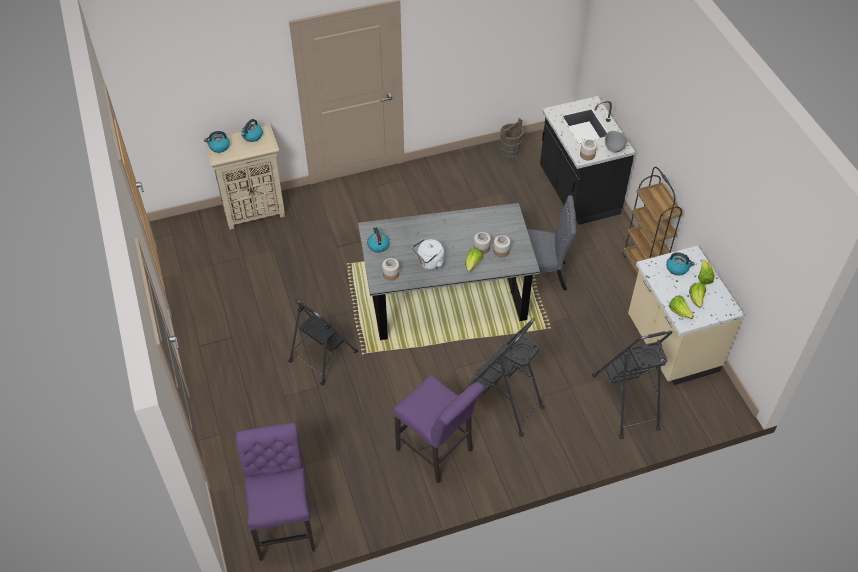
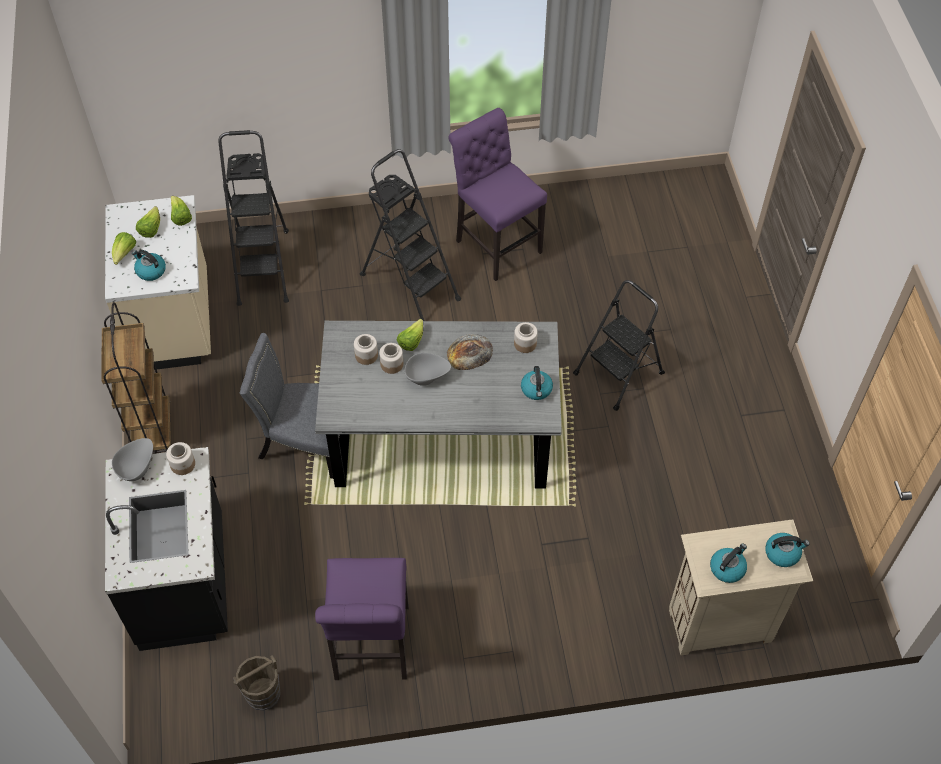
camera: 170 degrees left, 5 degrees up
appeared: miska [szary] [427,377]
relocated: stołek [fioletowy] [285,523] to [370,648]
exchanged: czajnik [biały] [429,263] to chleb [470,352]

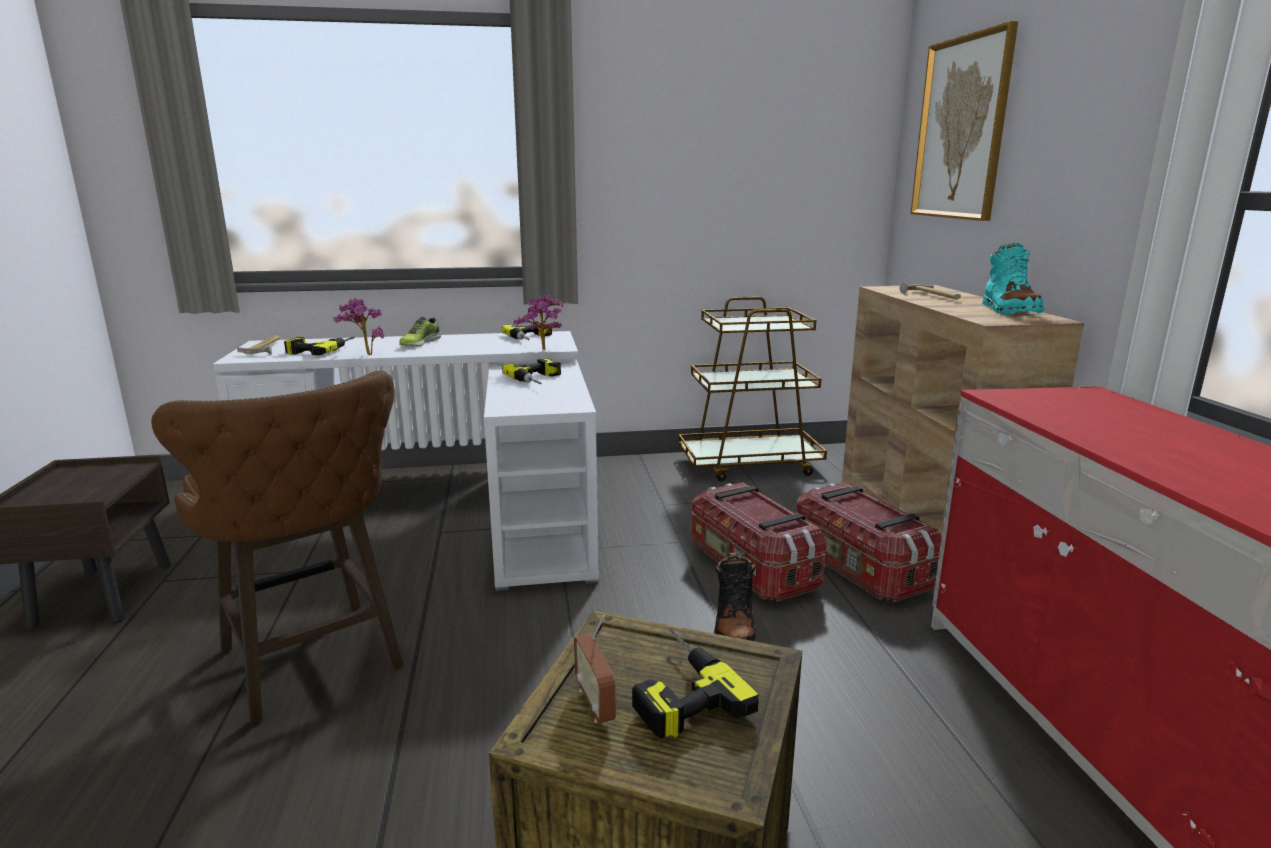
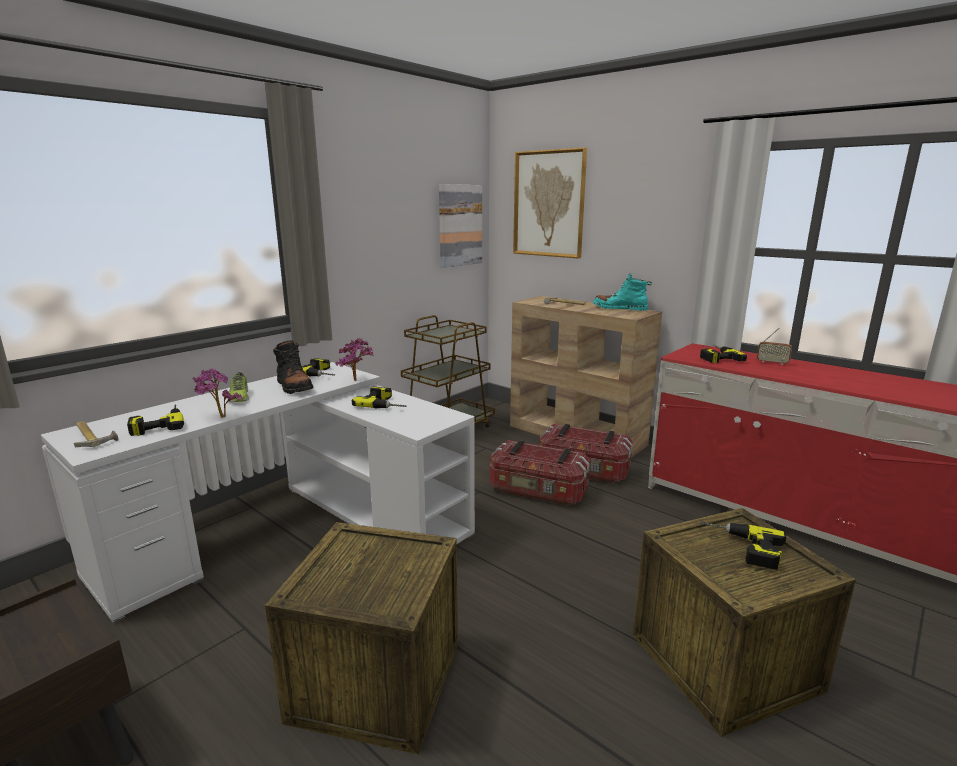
camera: 40 degrees left, 0 degrees up
appeared: obraz [459,225]; wiertarka [715,356]
relocated: but z cholewką [czarny] [734,630] to [294,387]; radio [595,703] to [772,363]
exchanged: stołek [brązowy] [313,663] to skrzynka [377,680]
spun: but z cholewką [turkusowy] [1009,311] = [620,309] 150 degrees clockwise

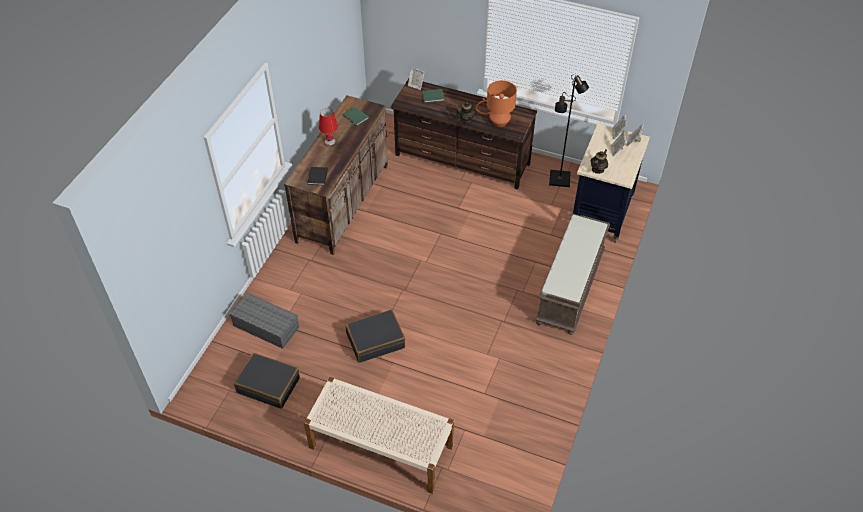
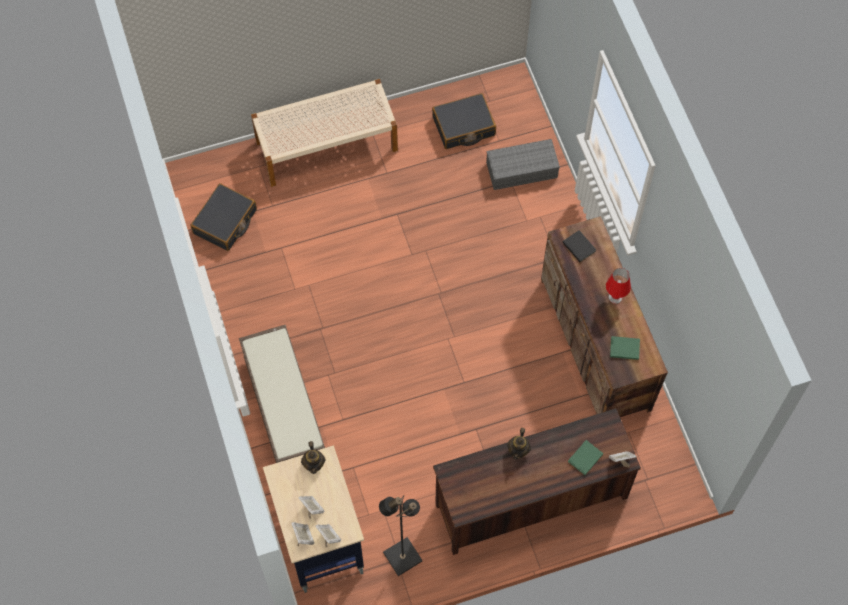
camera: 140 degrees right, 15 degrees up
missing: lampa stołowa [pomarańczowy] [494,116]
relocated: walizka [czarny] [375,340] to [225,222]

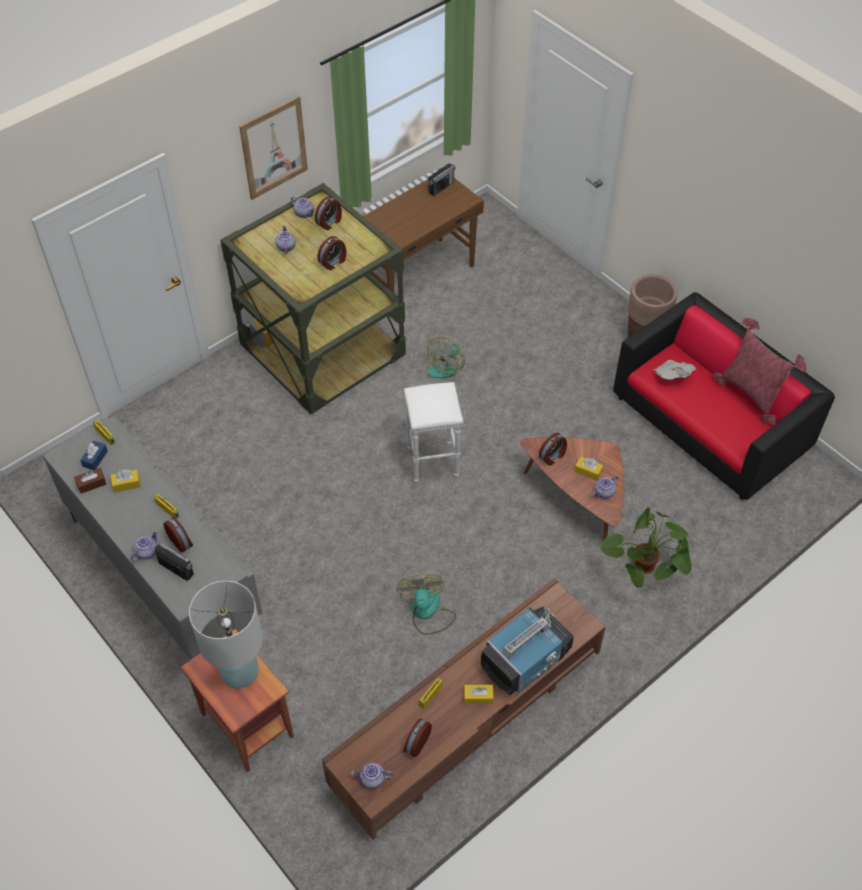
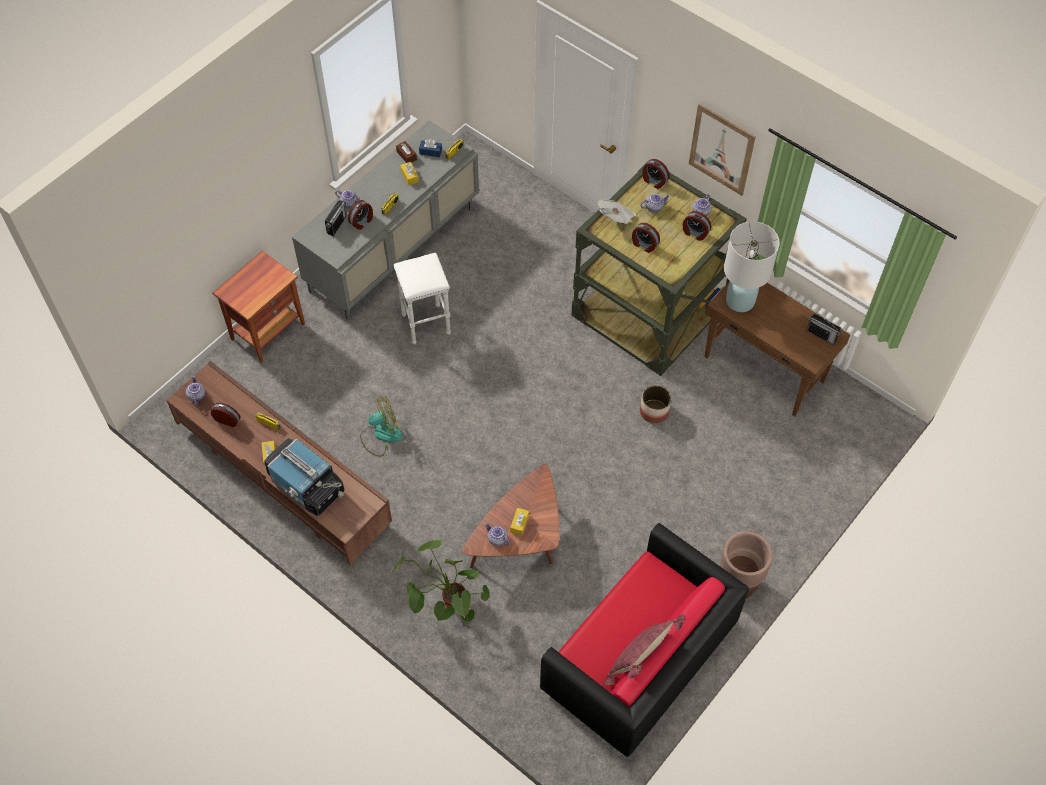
camera: 80 degrees right, 5 degrees up
relocated: stołek [biały] [433,461] to [427,324]; gazeta [672,376] to [616,218]; budzik [552,456] to [654,181]; lampa stołowa [biały] [239,672] to [740,301]
exchanged: wentylator [447,366] to donica [654,411]

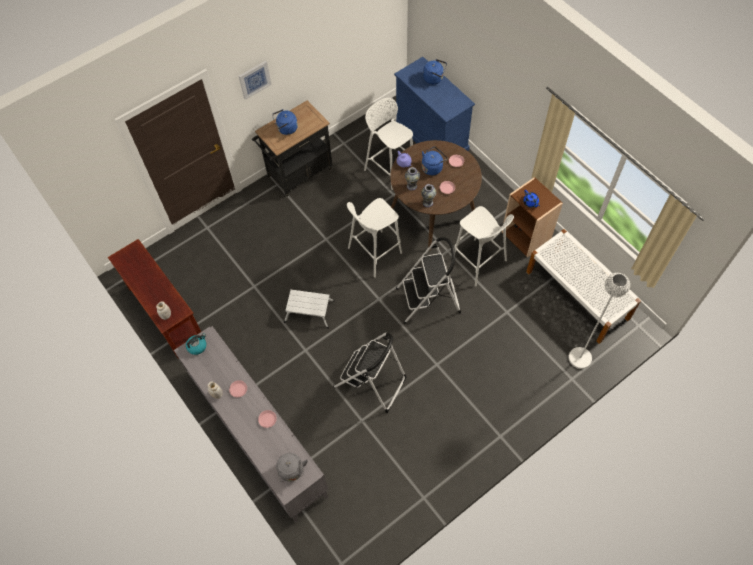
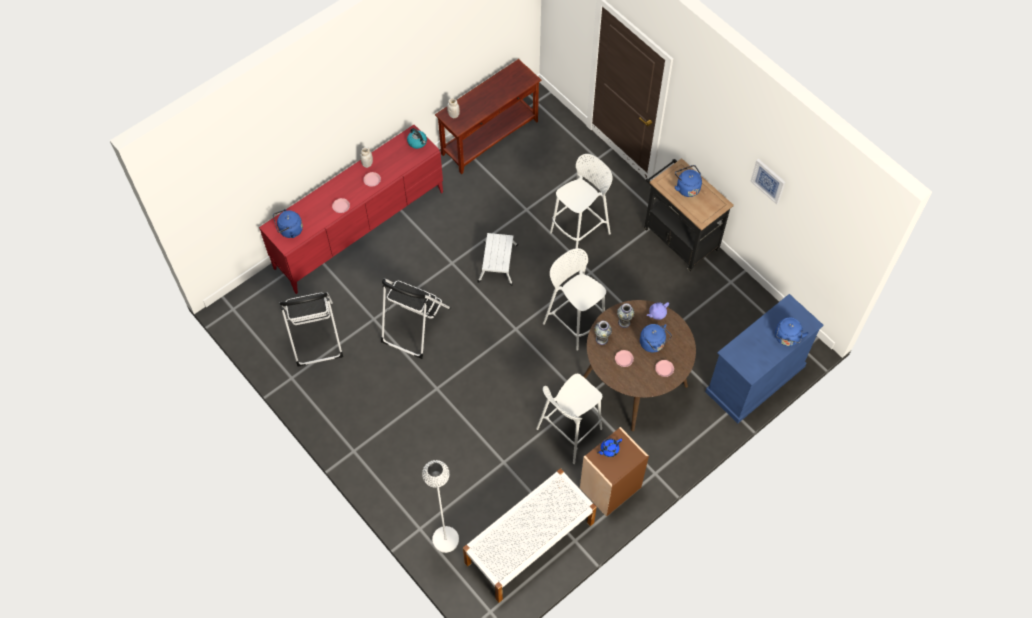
camera: 85 degrees right, 0 degrees up
relocated: drabinka [430,300] to [315,336]; stołek [biały] [390,169] to [579,230]; obraz [254,79] to [768,181]
colour: szafka [szary] [257,435] to szafka [czerwony] [360,229]; czajnik [szary] [292,471] to czajnik [niebieski] [289,230]

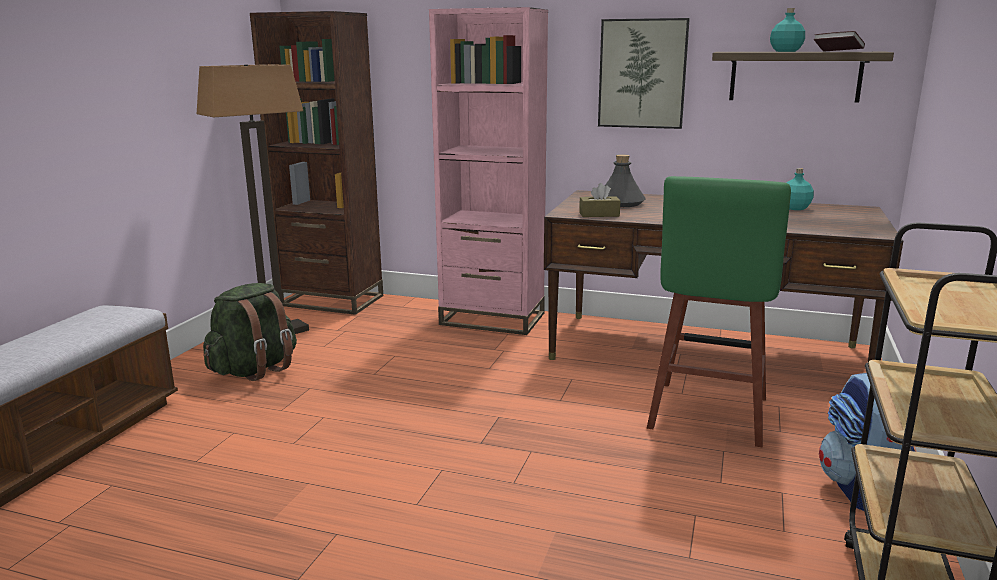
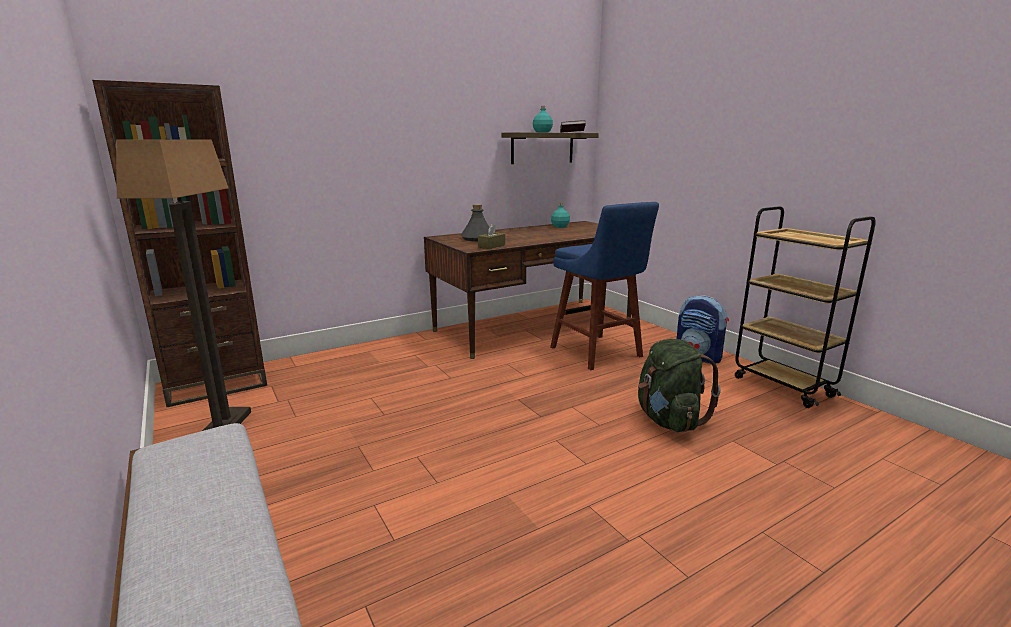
camera: 50 degrees left, 0 degrees up
missing: regał [różowy] [492,319]; obraz [642,74]
relocated: plecak [zielony] [255,369] to [668,420]
colour: stołek [zielony] [707,414] to stołek [niebieski] [596,353]

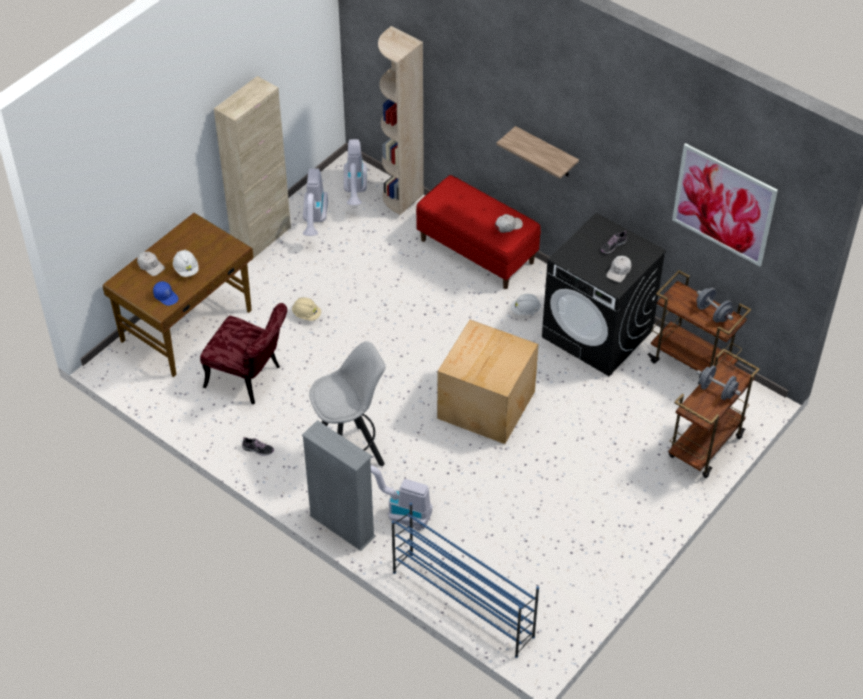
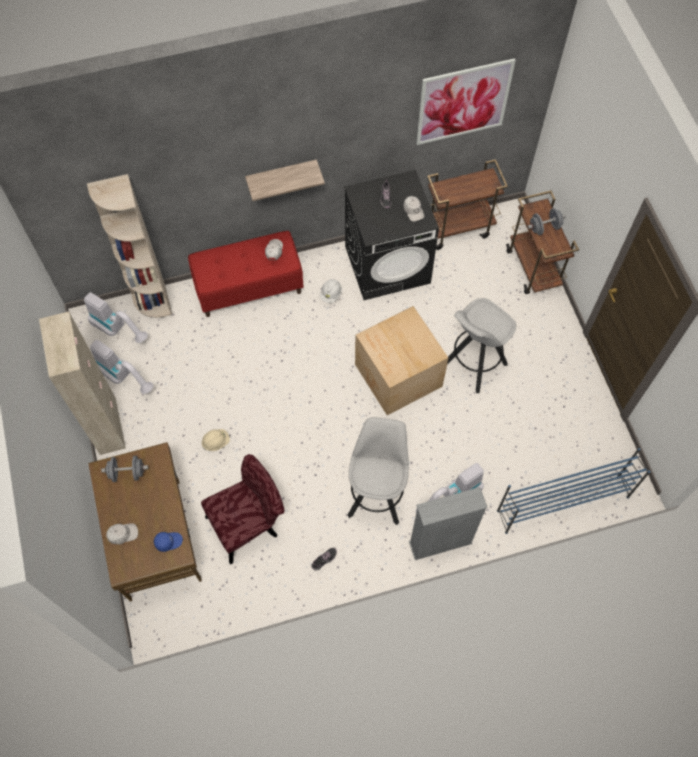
camera: 55 degrees left, 15 degrees up
missing: kask [biały] [186,269]
appeared: stołek [szary] [473,365]
relocated: hantel [szary] [713,313] to [127,473]

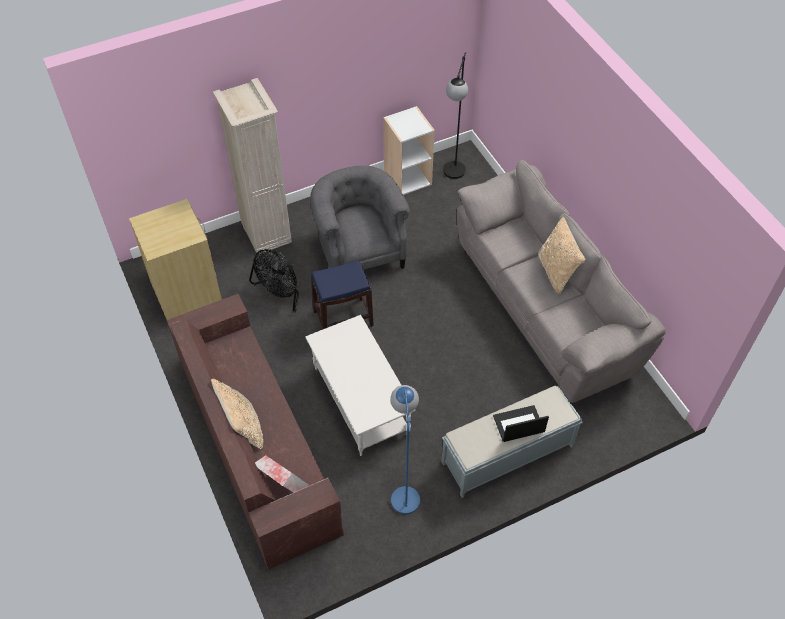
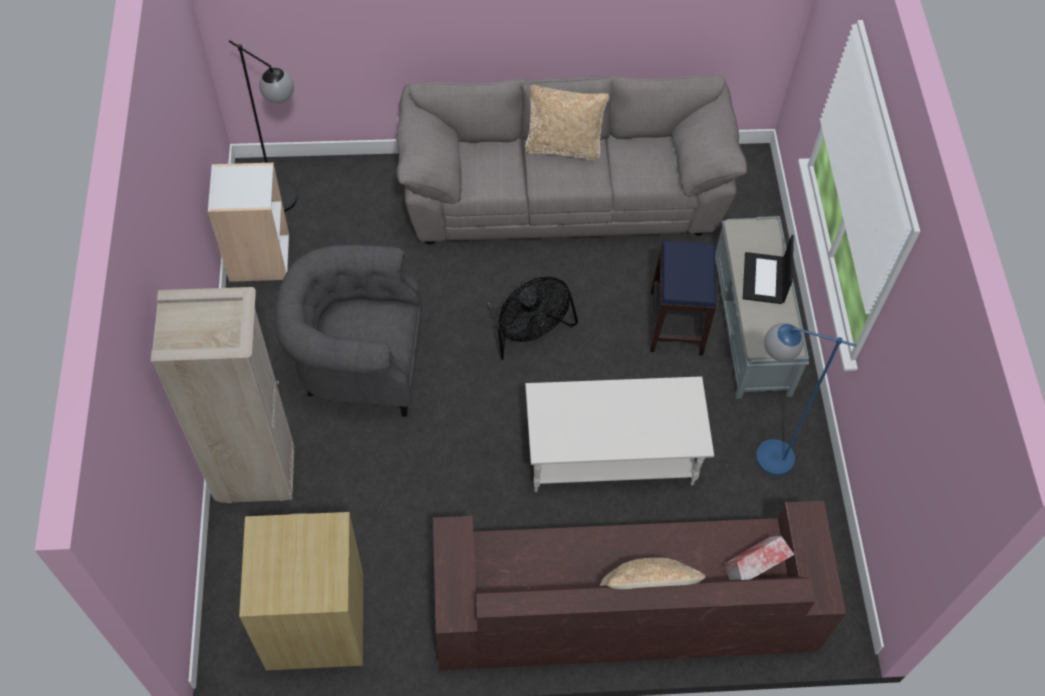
camera: 70 degrees left, 5 degrees up
relocated: wentylator [czarny] [280,290] to [526,331]; stołek [343,319] to [676,323]

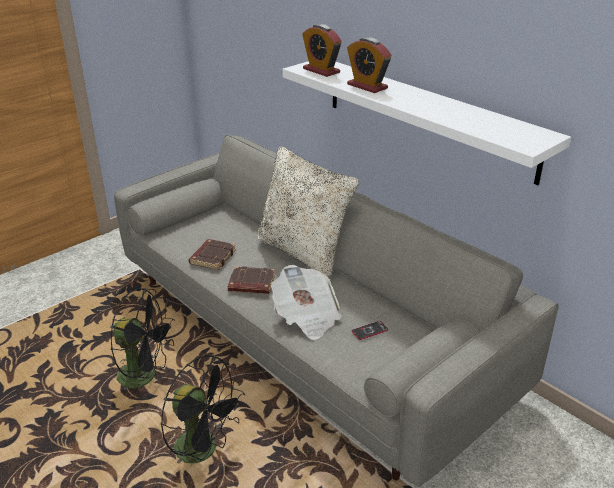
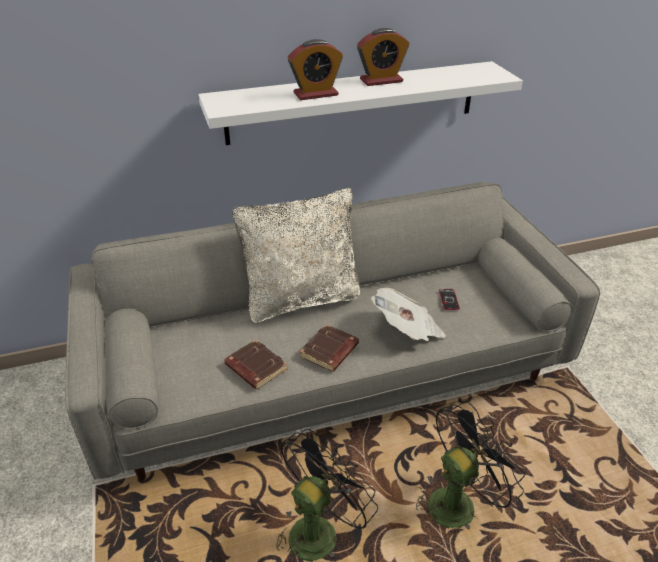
camera: 65 degrees left, 5 degrees up
relocated: budzik [321,70] to [381,80]

